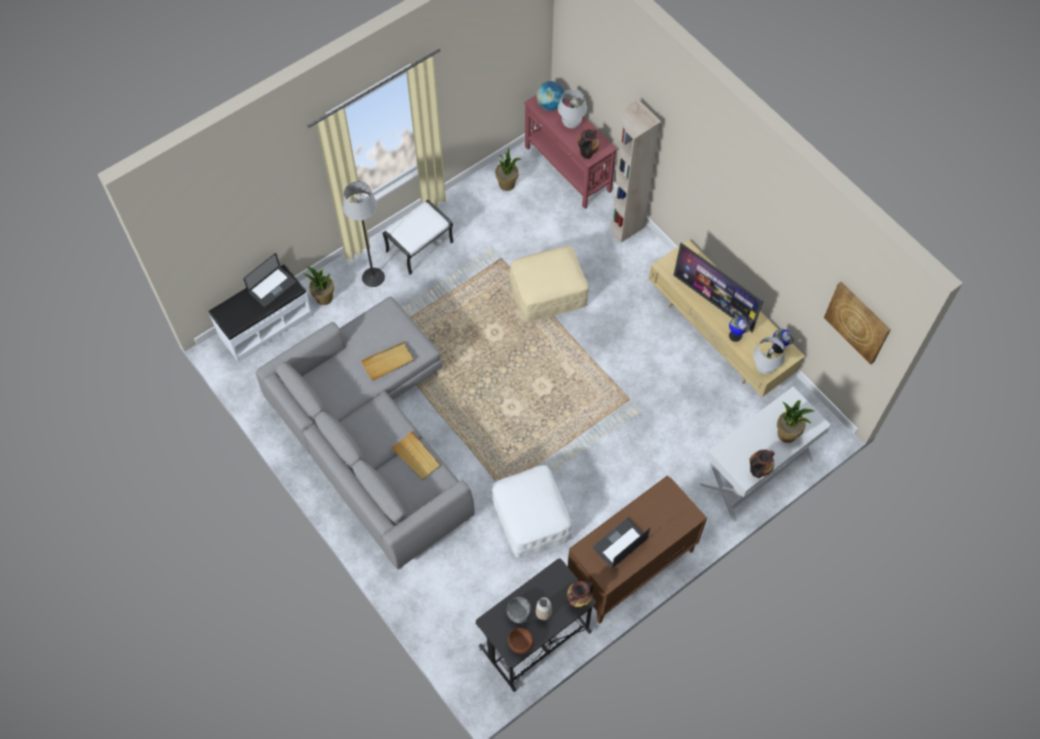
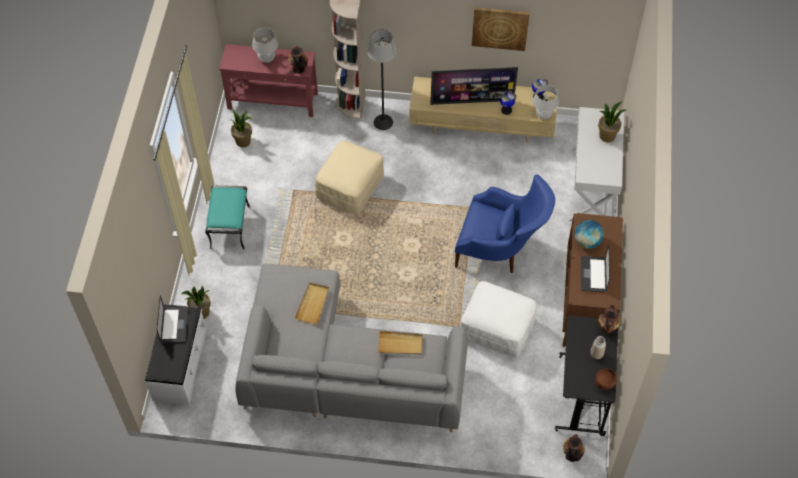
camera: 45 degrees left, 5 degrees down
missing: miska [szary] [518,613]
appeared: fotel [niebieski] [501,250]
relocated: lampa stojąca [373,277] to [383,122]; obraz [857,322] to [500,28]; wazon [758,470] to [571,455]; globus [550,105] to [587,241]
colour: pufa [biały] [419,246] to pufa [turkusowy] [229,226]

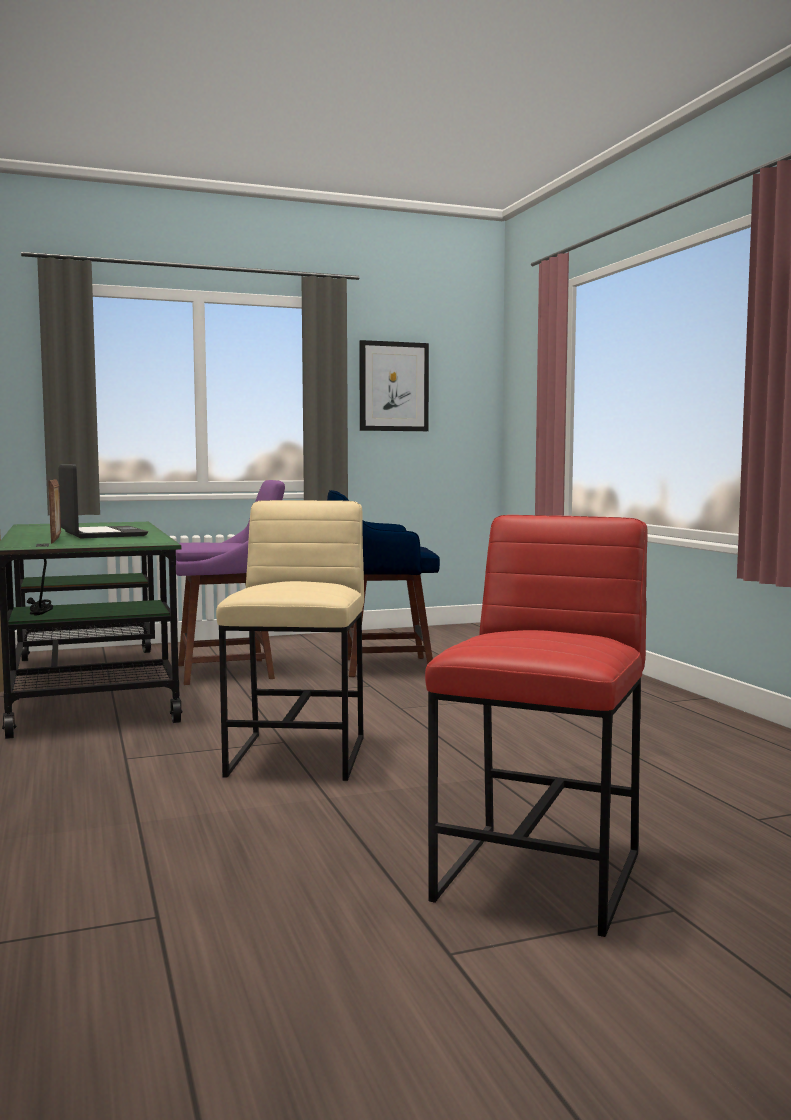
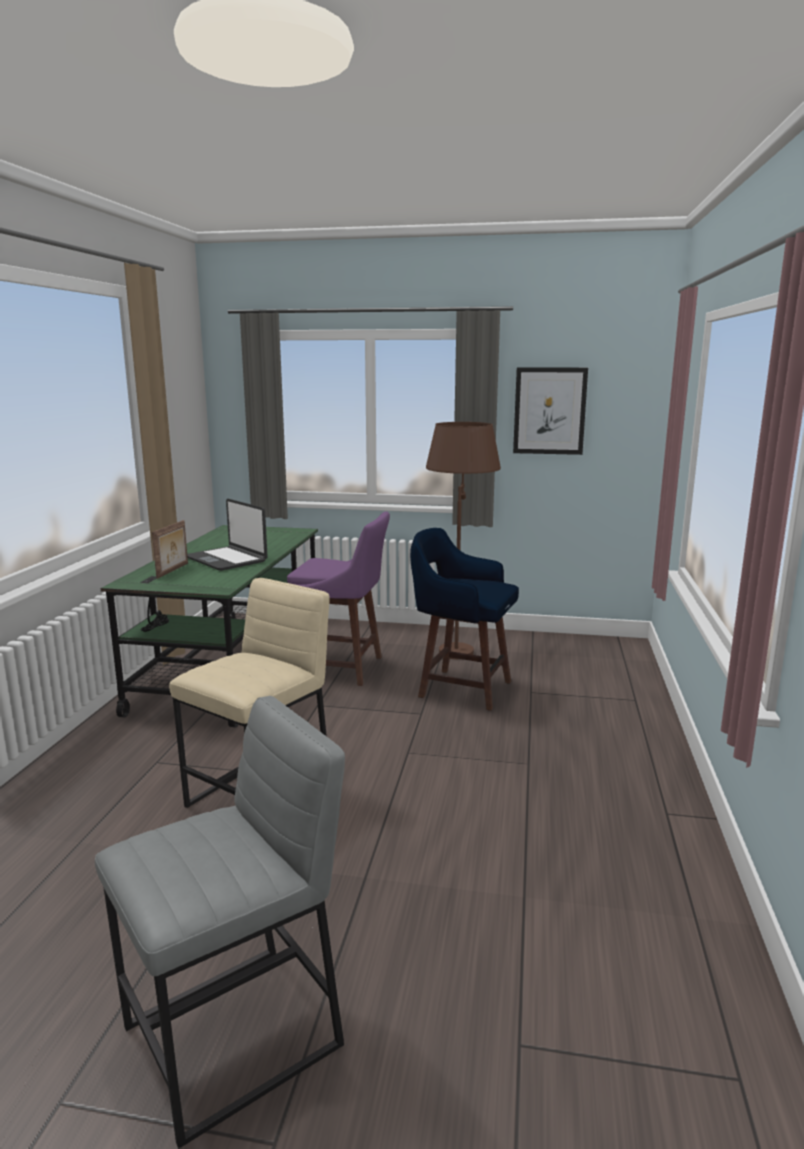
camera: 30 degrees right, 10 degrees up
appeared: lampa stojąca [brązowy] [458,645]
colour: krzesło [czerwony] [540,875] to krzesło [szary] [236,1034]
spun: laptop [102,534] = [227,559] 135 degrees clockwise

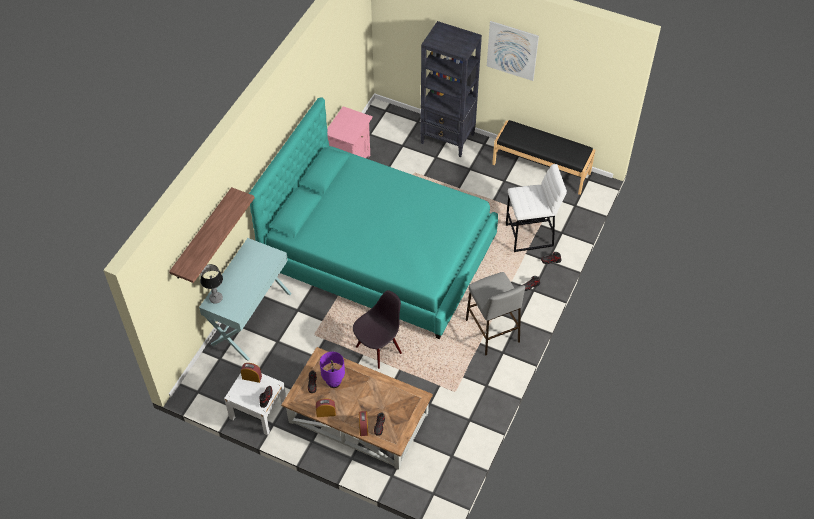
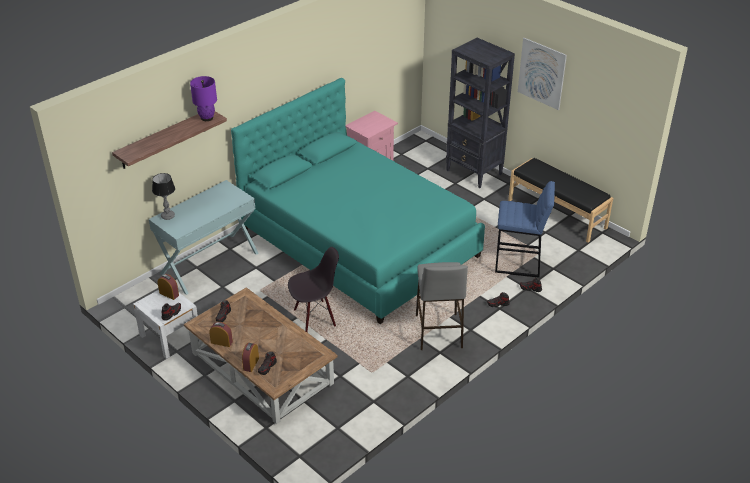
camera: 20 degrees right, 15 degrees down
relocated: lampa stołowa [fioletowy] [333,383] to [206,118]
colour: stołek [biały] [530,235] to stołek [niebieski] [519,263]

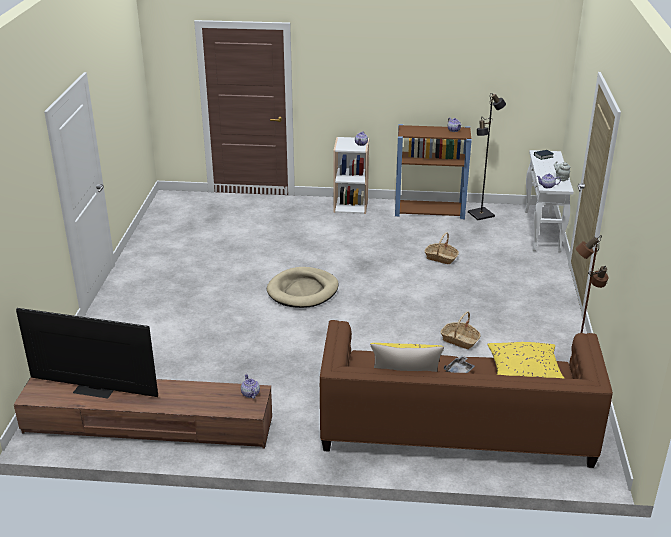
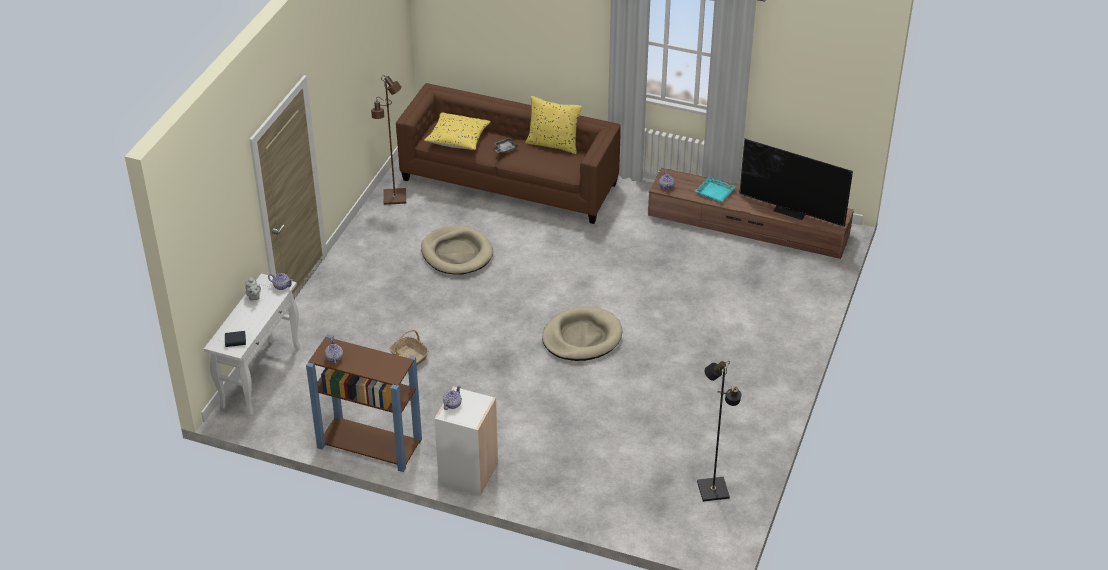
camera: 165 degrees left, 10 degrees up
appeared: taca [turkusowy] [715,192]
relocated: lampa stojąca [czarny] [481,214] to [713,490]
exchanged: koszyk [460,340] to legowisko [beżowy] [457,253]

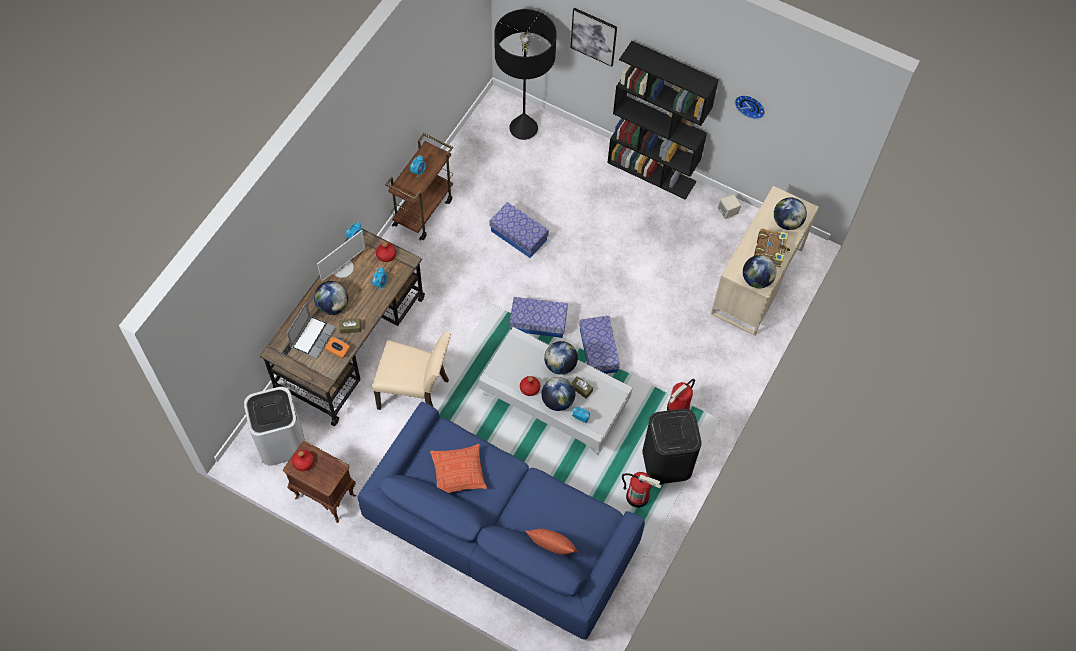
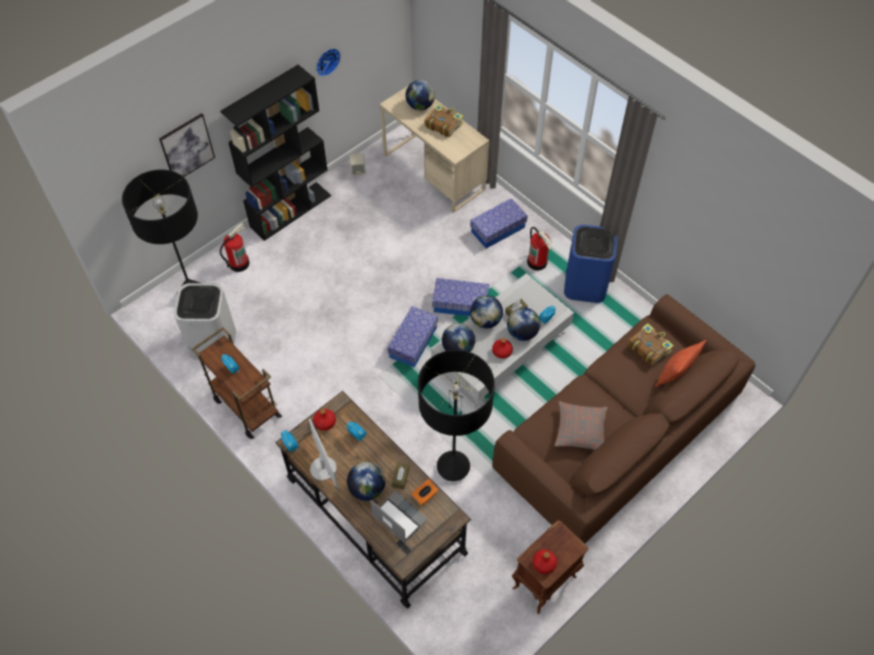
camera: 70 degrees left, 5 degrees down
appeared: książka [648,348]
relocated: kosz na śmieci [biały] [281,442] to [213,342]; gaśnica [637,496] to [239,263]; globus [756,280] to [458,348]; pojemnik do przechowywania [518,235] to [498,229]
exchanged: krzesło [beżowy] [415,393] to lampa stojąca [czarny] [453,467]
colour: kanapa [niebieski] [500,529] to kanapa [brązowy] [618,431]; poduszka [pomarańczowy] [458,473] to poduszka [szary] [580,430]; kosz na śmieci [czarny] [666,462] to kosz na śmieci [niebieski] [585,285]

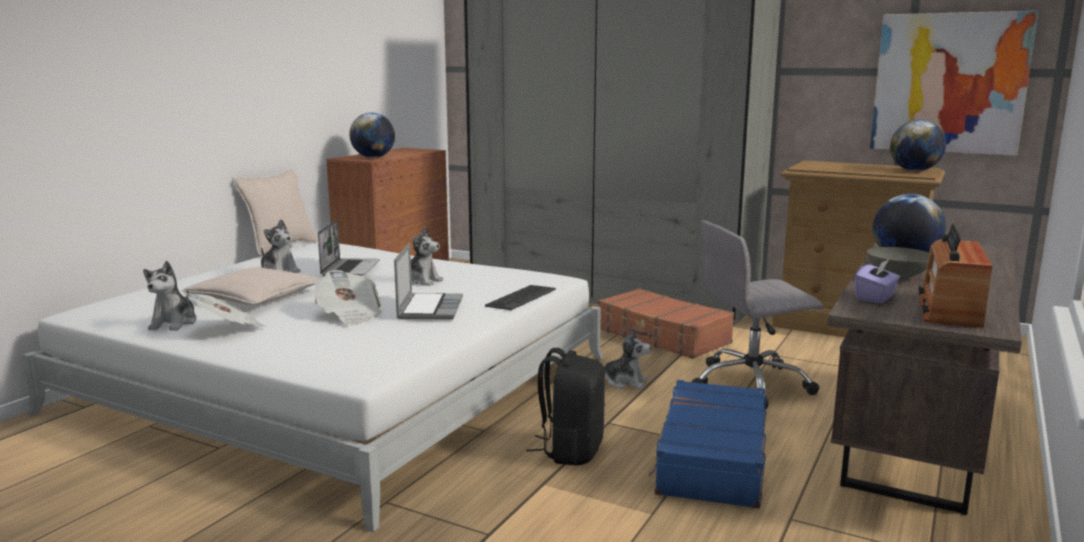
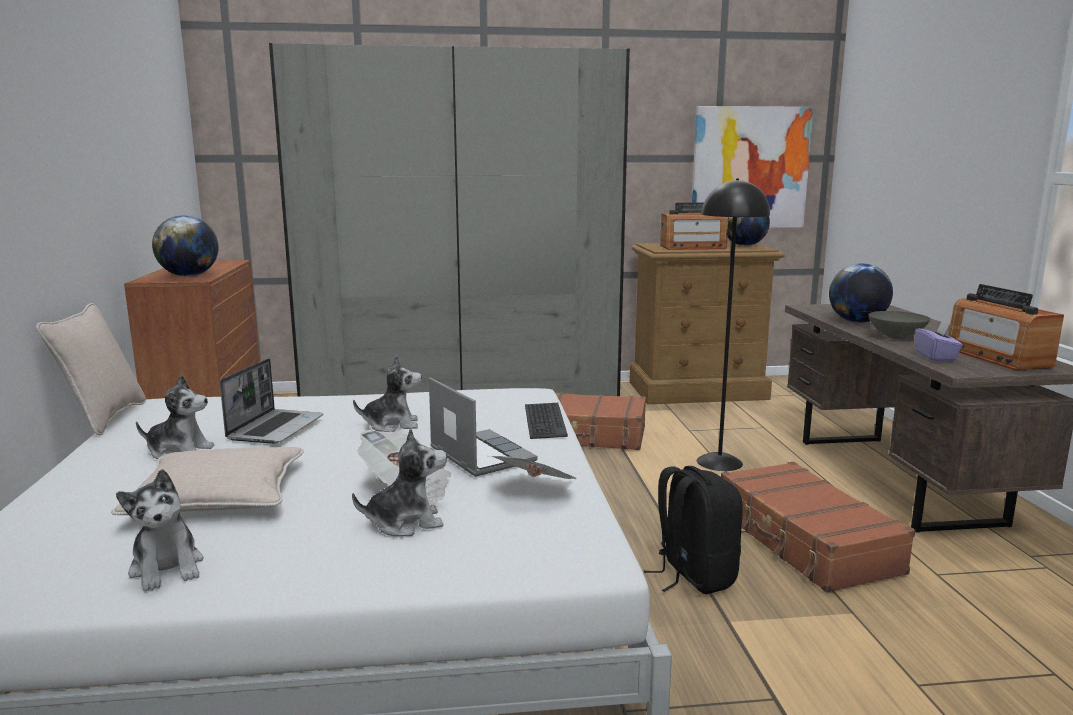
camera: 35 degrees left, 0 degrees up
appeared: radio [693,247]
relocated: pluszak [625,382] to [405,523]; gazeta [228,328] to [536,491]
exchanged: krzesło biurowe [szary] [750,384] to lampa stojąca [czarny] [719,462]
colour: walizka [niebieski] [711,459] to walizka [brązowy] [805,542]
spun: laptop [350,269] = [276,428] 45 degrees clockwise

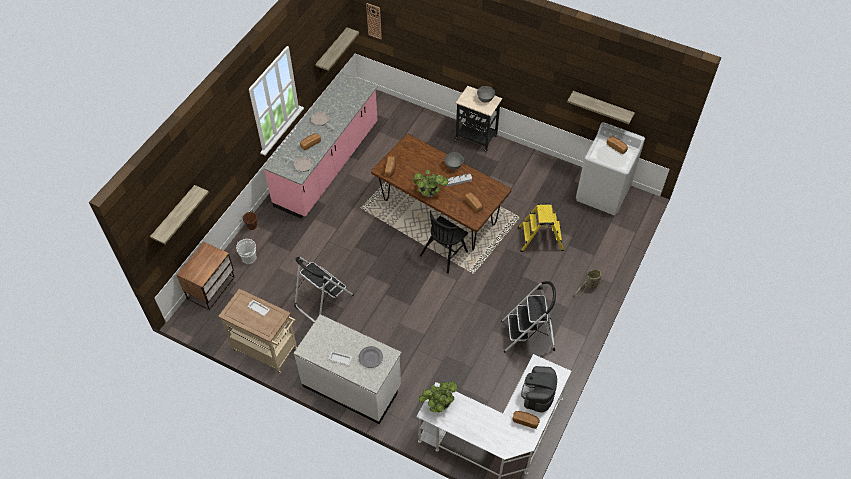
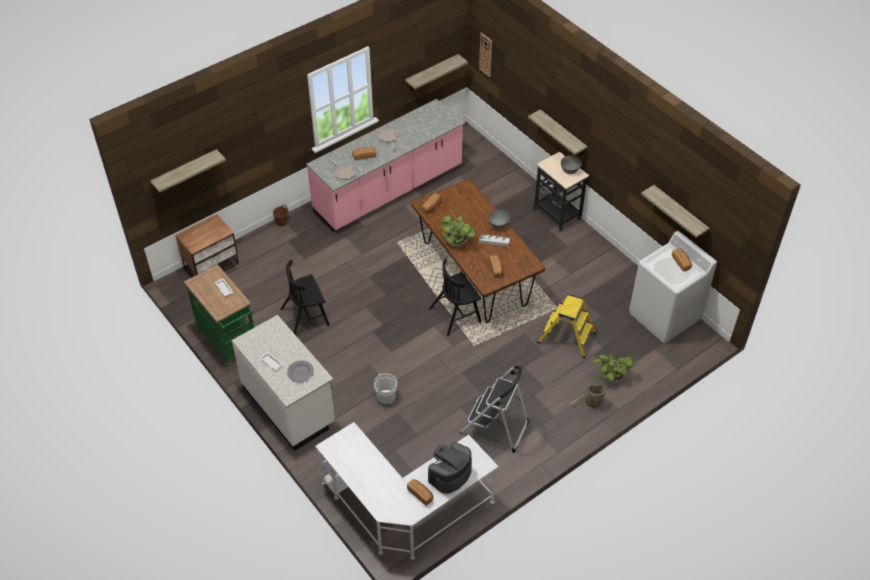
camera: 25 degrees right, 5 degrees down
appeared: półka [562,134]
relocated: wiadro [biały] [249,258] to [386,397]; roślina doniczkowa [438,404] to [610,377]
exchanged: drabinka [322,301] to krzesło [czarny] [307,316]
colour: wózek [beżowy] [267,350] to wózek [zielony] [229,341]

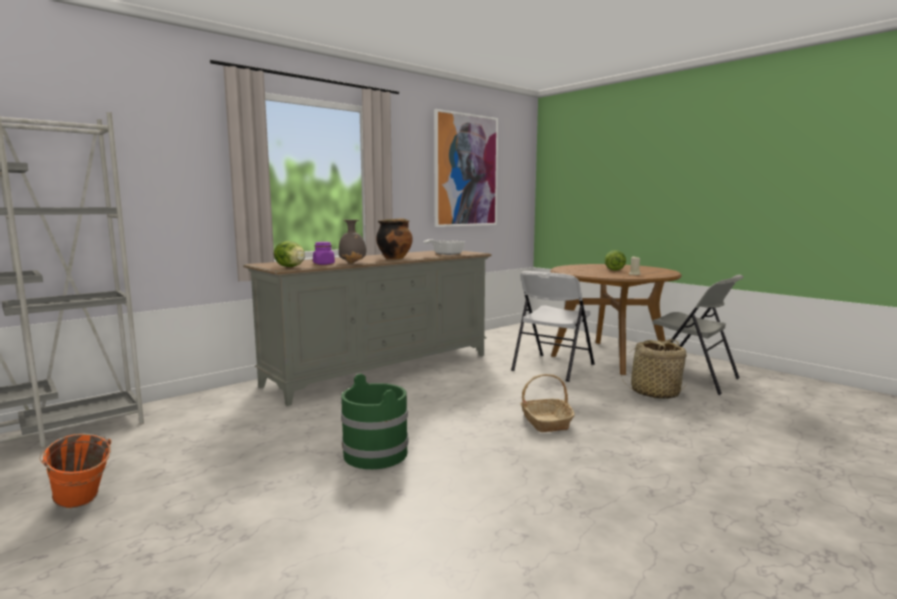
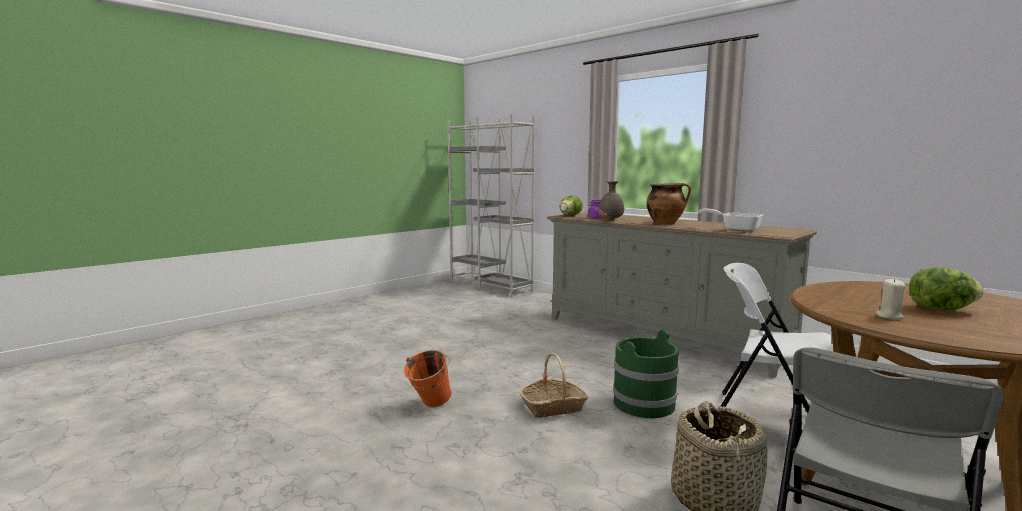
camera: 85 degrees right, 0 degrees up
missing: obraz [465,170]
relocated: wiadro [pomarańczowy] [82,505] to [429,406]; wiadro [zielony] [375,453] to [644,403]

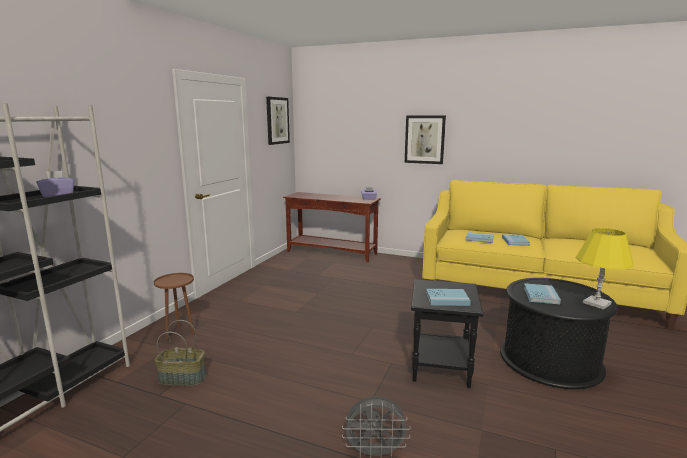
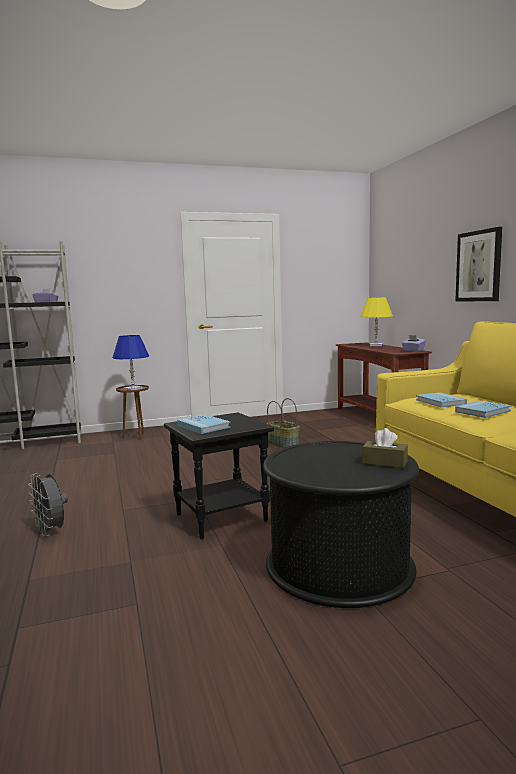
camera: 50 degrees right, 5 degrees down
missing: obraz [277,120]; książka [niebieski] [541,295]
appeared: lampa stołowa [niebieski] [133,389]; pudełko chusteczek [brązowy] [384,462]
relocated: koszyk [183,378] to [283,444]; lampa stołowa [żółty] [596,303] to [376,345]

